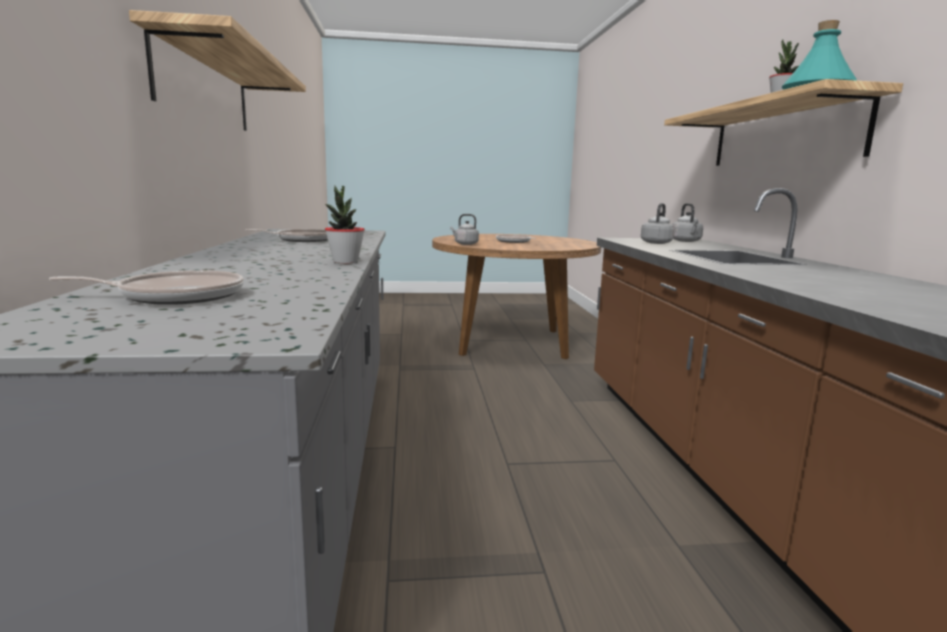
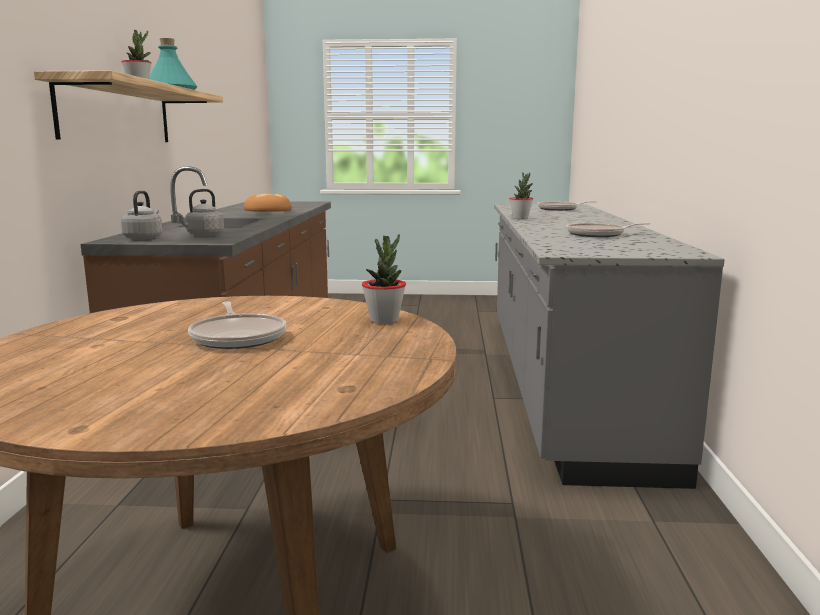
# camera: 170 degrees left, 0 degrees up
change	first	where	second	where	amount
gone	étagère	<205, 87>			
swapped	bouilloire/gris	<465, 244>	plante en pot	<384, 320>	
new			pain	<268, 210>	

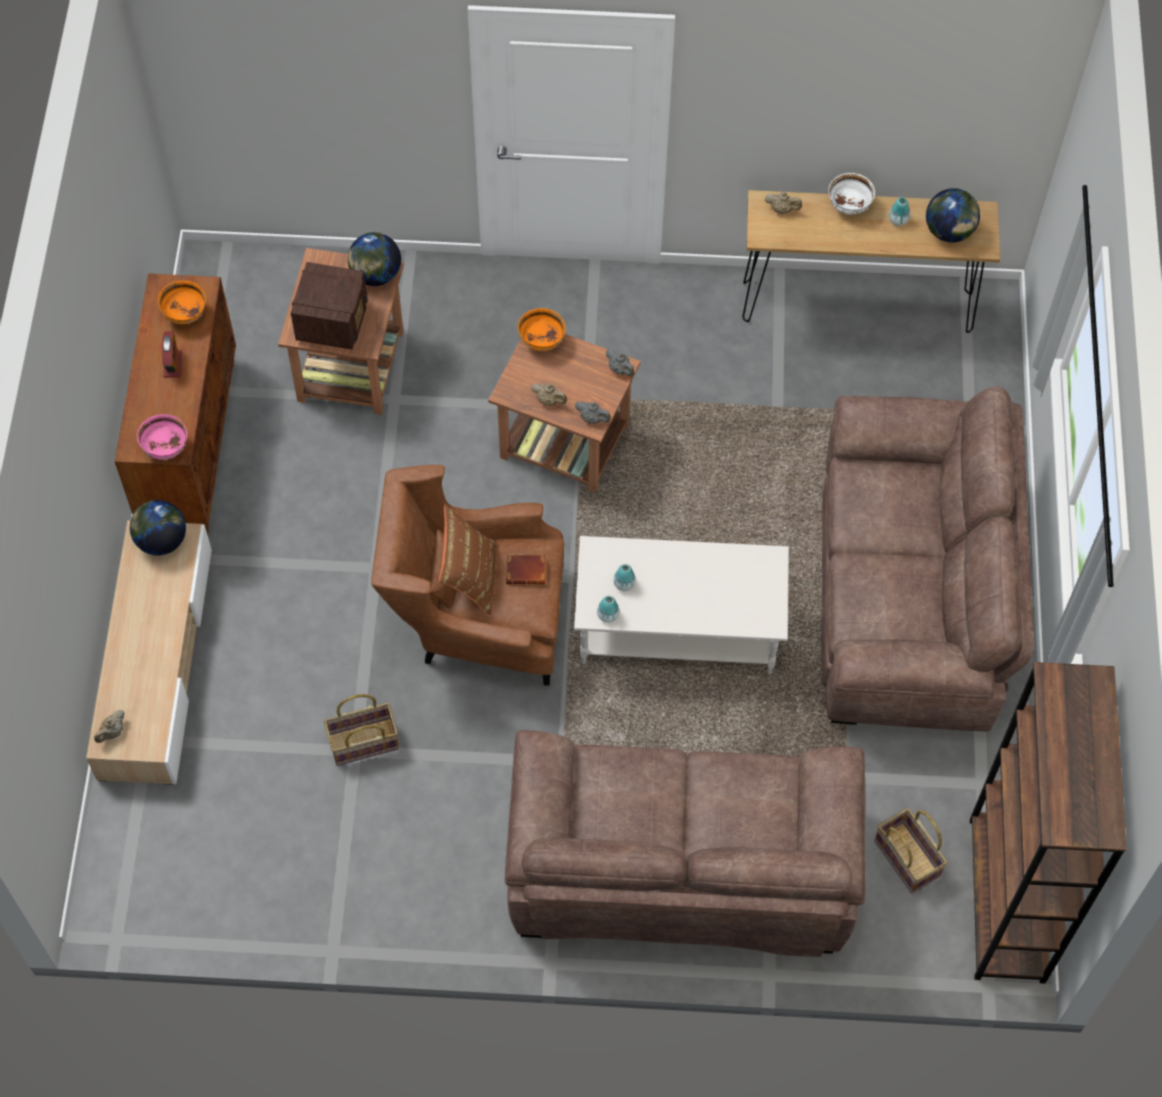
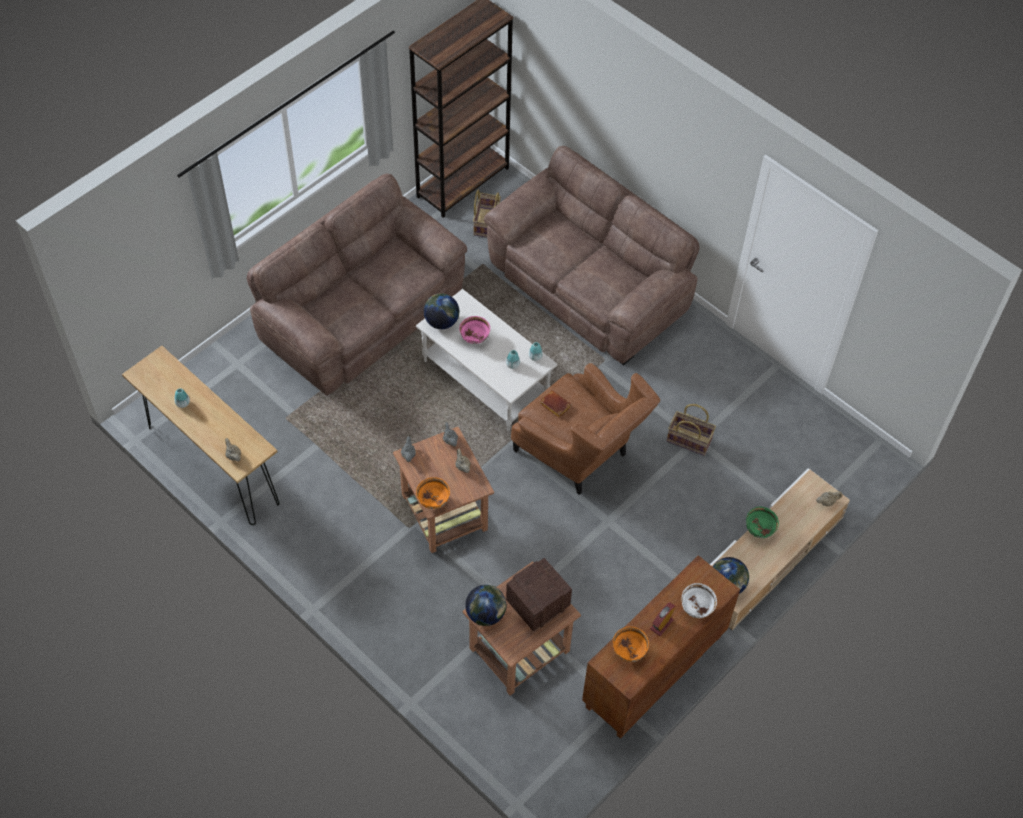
# camera: 140 degrees left, 5 degrees down
change	first	where	second	where	amount
shifted	bol/rose	<166, 449>		<474, 339>	
gone	coussin/marron	<470, 577>			
shifted	bol/blanc	<848, 207>		<696, 608>	
shifted	globe	<948, 232>		<441, 322>	
new			bol/vert	<759, 530>	

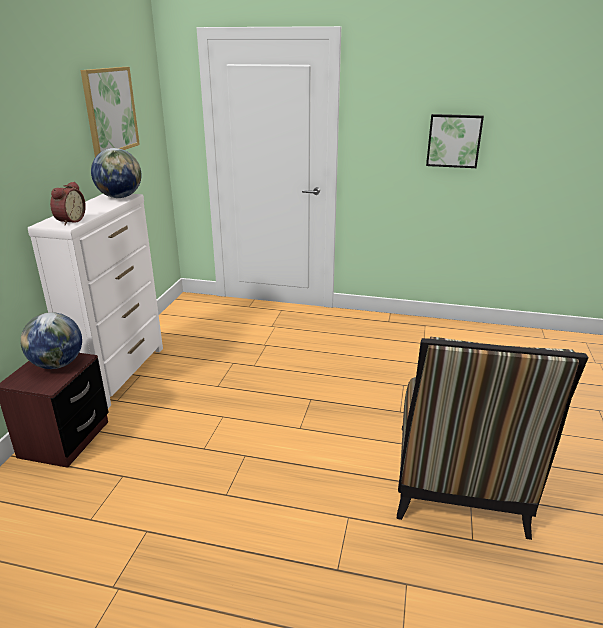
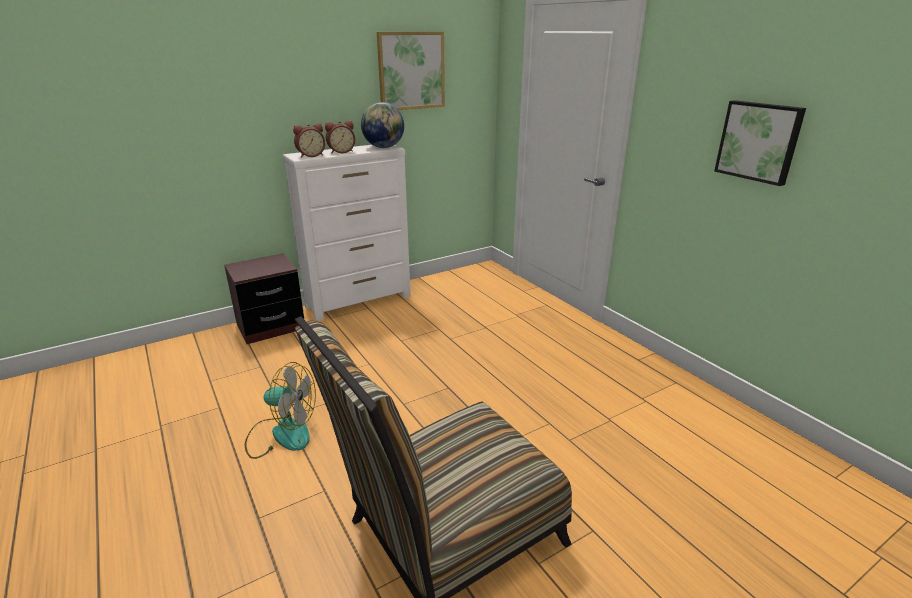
# camera: 45 degrees right, 0 degrees up
change	first	where	second	where	amount
gone	globe	<57, 365>			
new			ventilateur	<281, 434>	
new			réveil	<341, 152>	

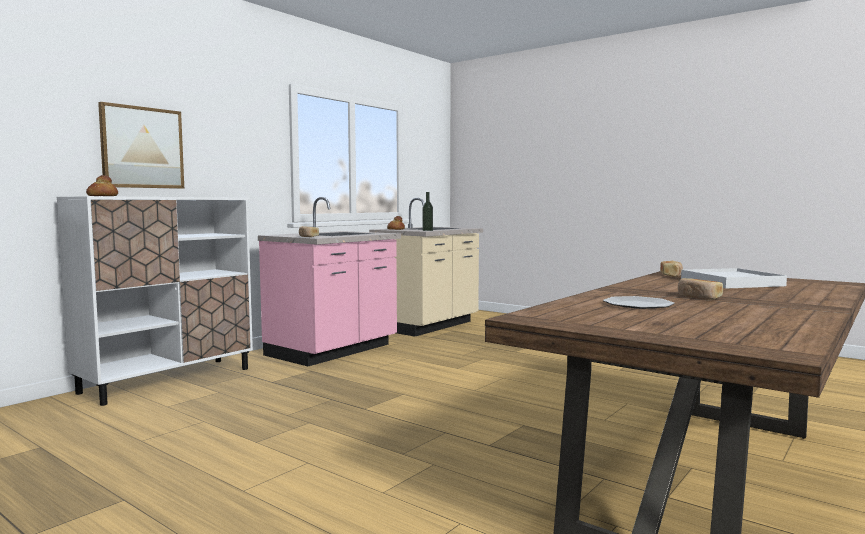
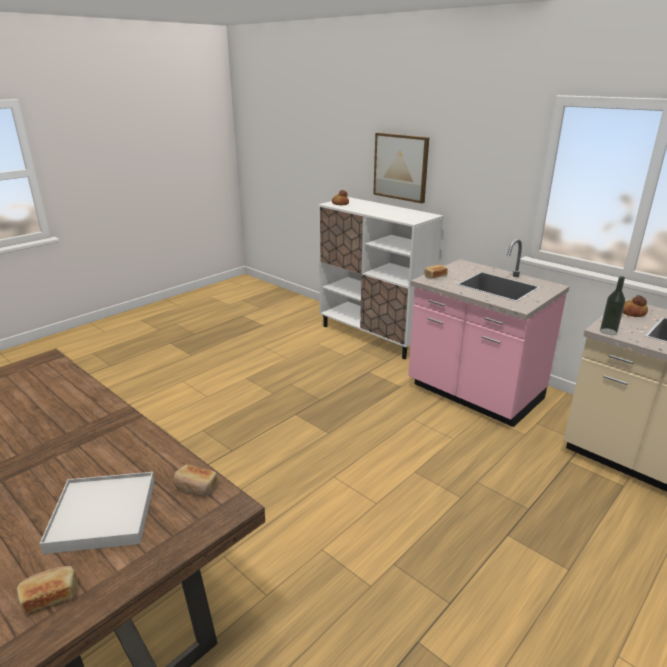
# camera: 95 degrees right, 20 degrees up
change	first	where	second	where	amount
gone	assiette	<638, 305>			
shifted	pain	<699, 297>		<50, 596>	

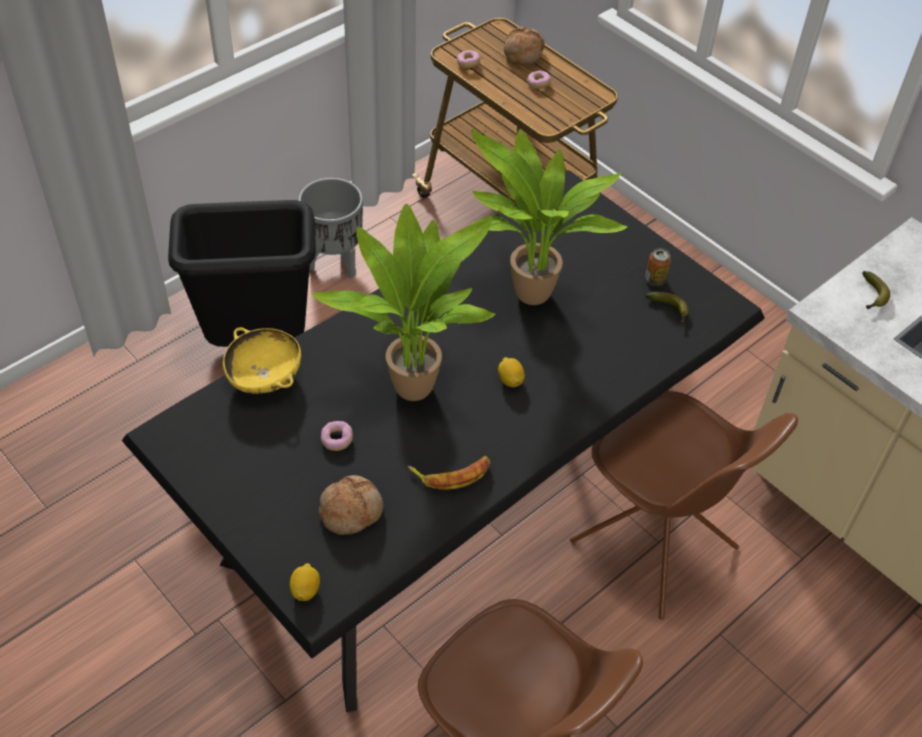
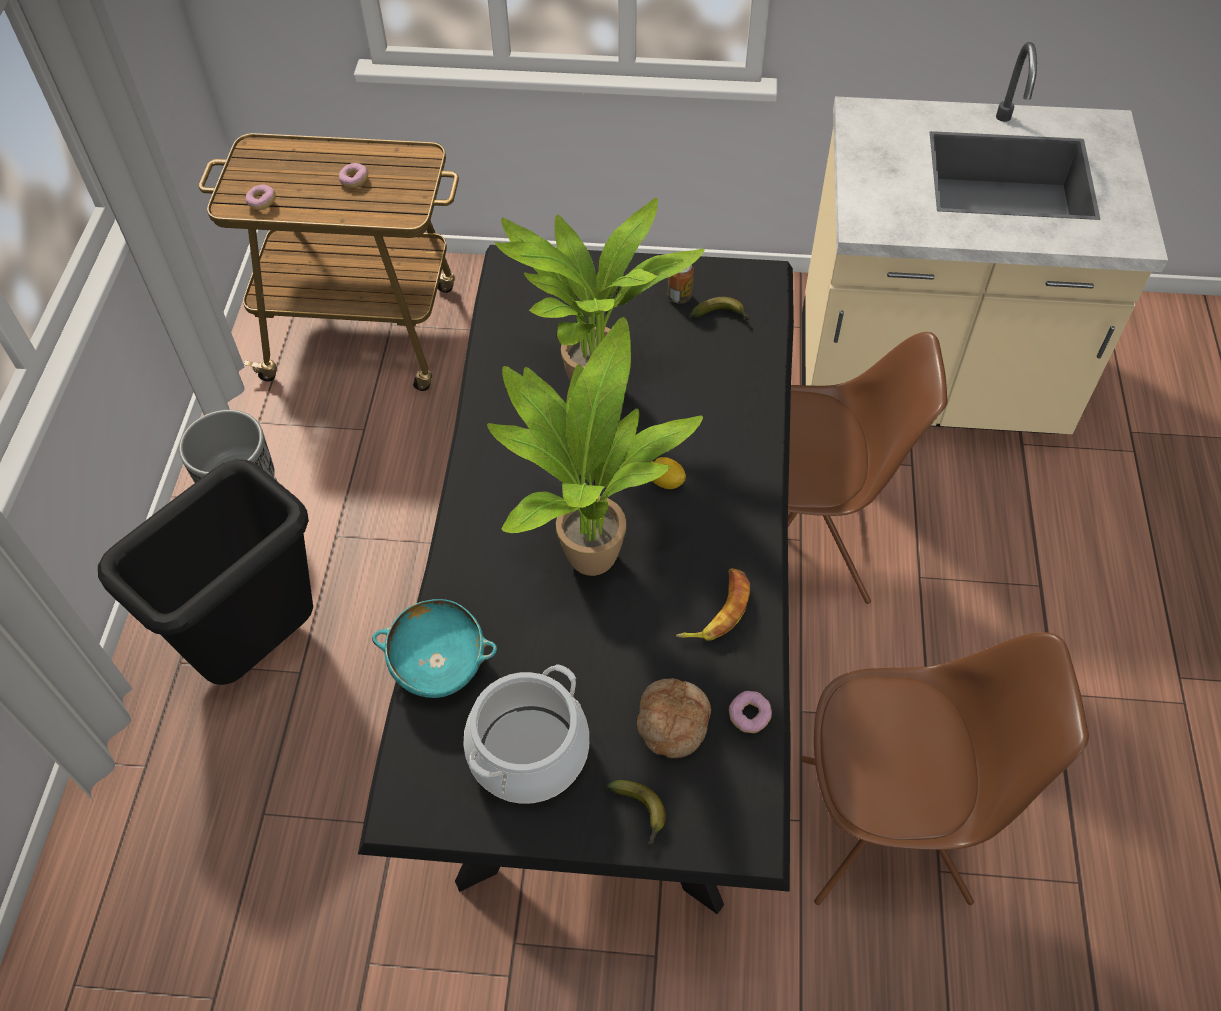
# camera: 40 degrees left, 5 degrees up
change	first	where	second	where	amount
repainted	bol/jaune	<264, 377>	bol/turquoise	<439, 664>	
gone	citron	<305, 590>			
shifted	beignet	<337, 440>		<749, 716>	
gone	pain	<522, 53>			
shifted	banane	<872, 296>		<640, 813>	
new			marmite	<529, 753>	

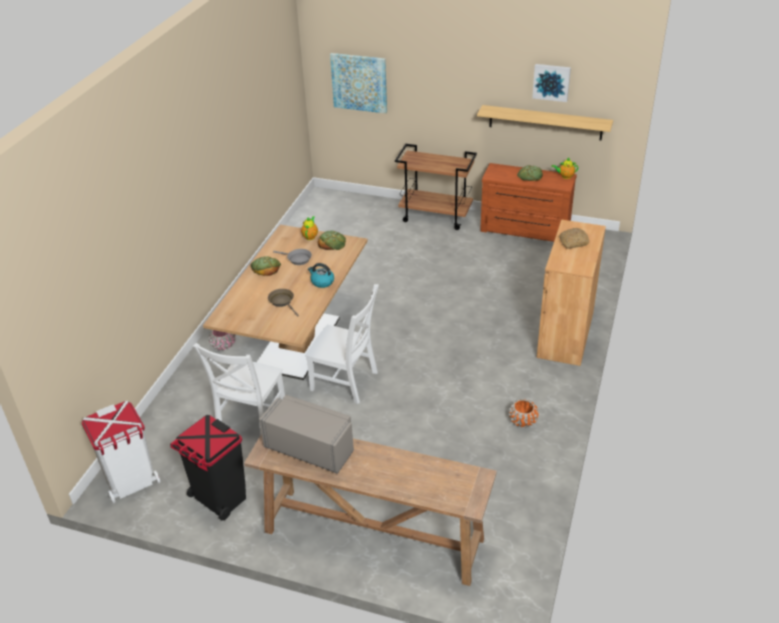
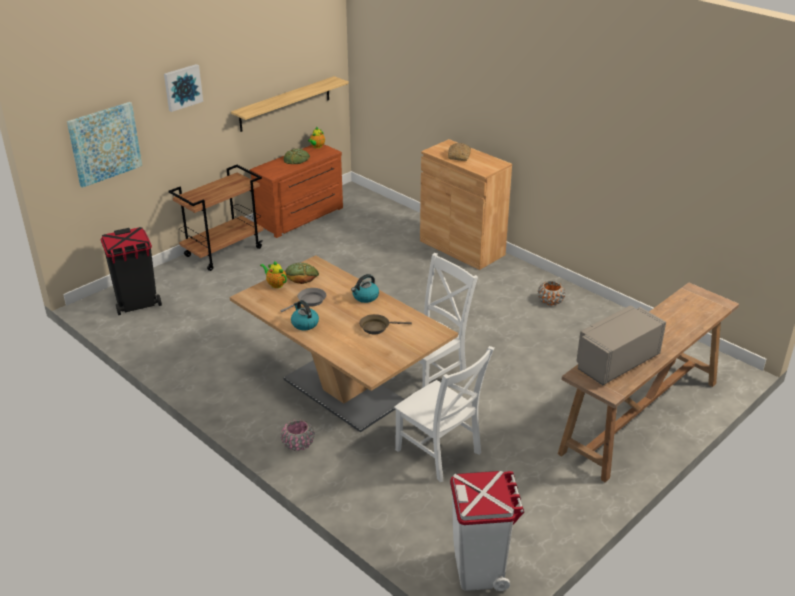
# camera: 65 degrees left, 5 degrees down
change	first	where	second	where	amount
shifted	poubelle/noir	<219, 498>		<137, 304>	
swapped	pain	<266, 267>	bouilloire	<304, 324>	
shifted	tableau	<551, 82>		<182, 87>	

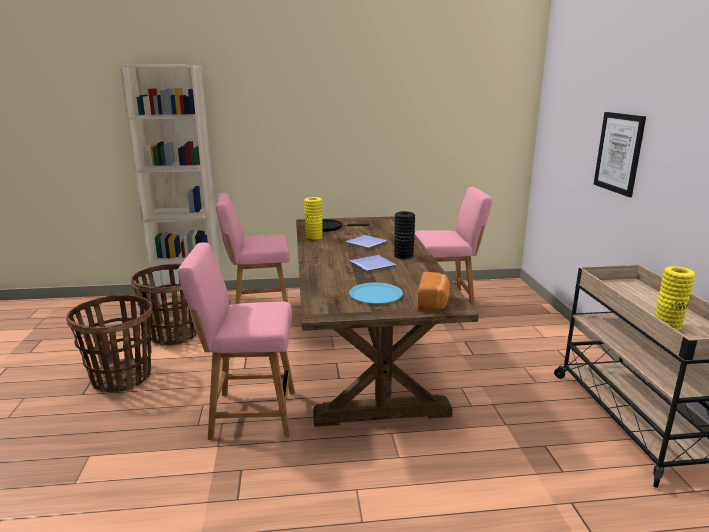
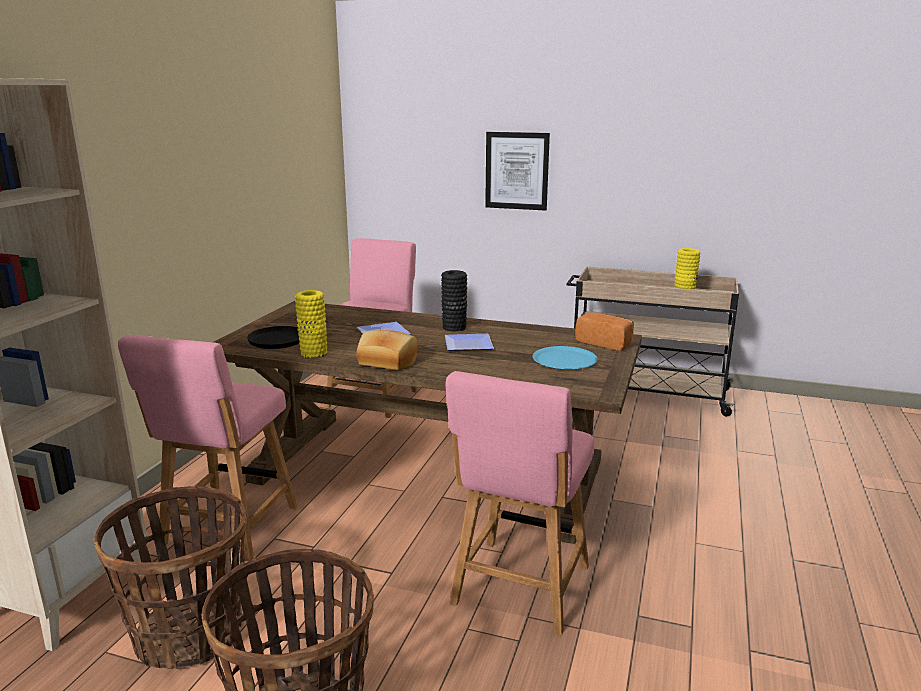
# camera: 65 degrees left, 0 degrees up
change	first	where	second	where	amount
new			pain	<387, 362>	

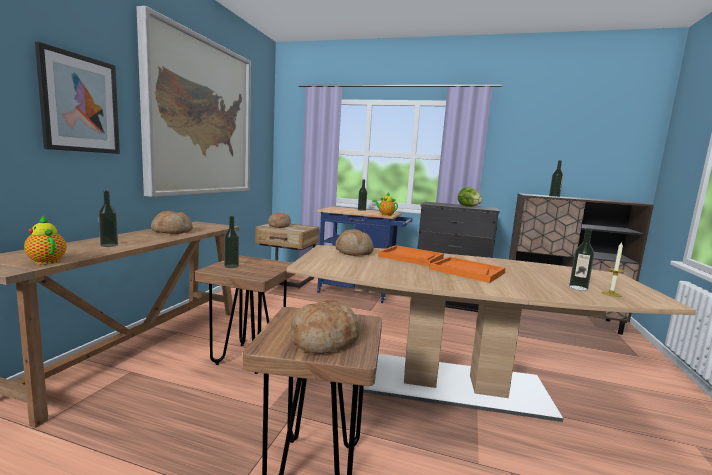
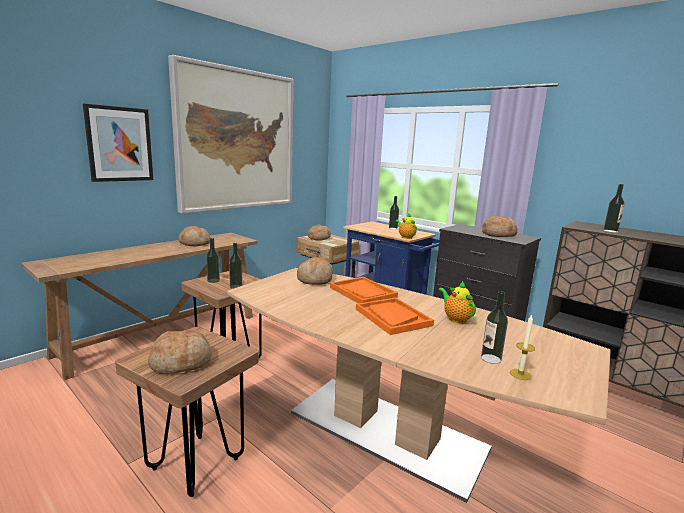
# camera: 25 degrees right, 5 degrees up
change	first	where	second	where	amount
shifted	théière	<46, 261>		<456, 319>	
shifted	bouteille	<109, 245>		<236, 286>	
swapped	laitue	<468, 206>	pain	<498, 234>	

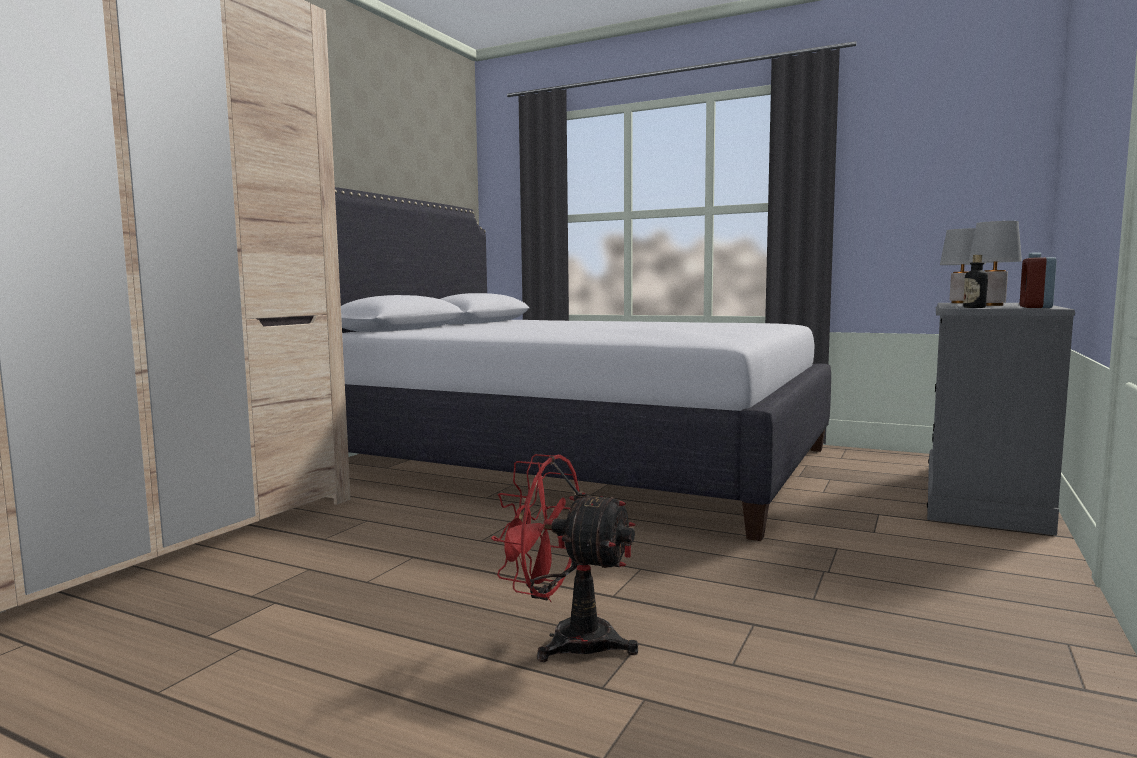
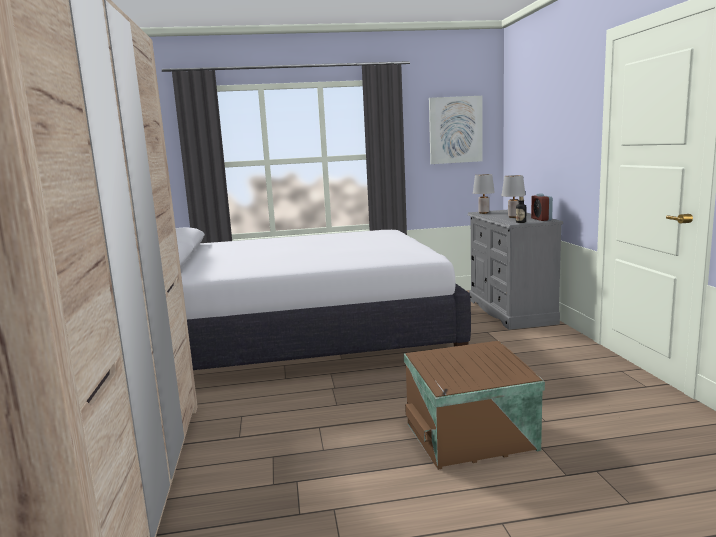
# camera: 35 degrees left, 5 degrees up
change	first	where	second	where	amount
swapped	ventilateur/rouge	<567, 640>	boîte de rangement/marron	<472, 437>	
new			tableau	<455, 130>	

